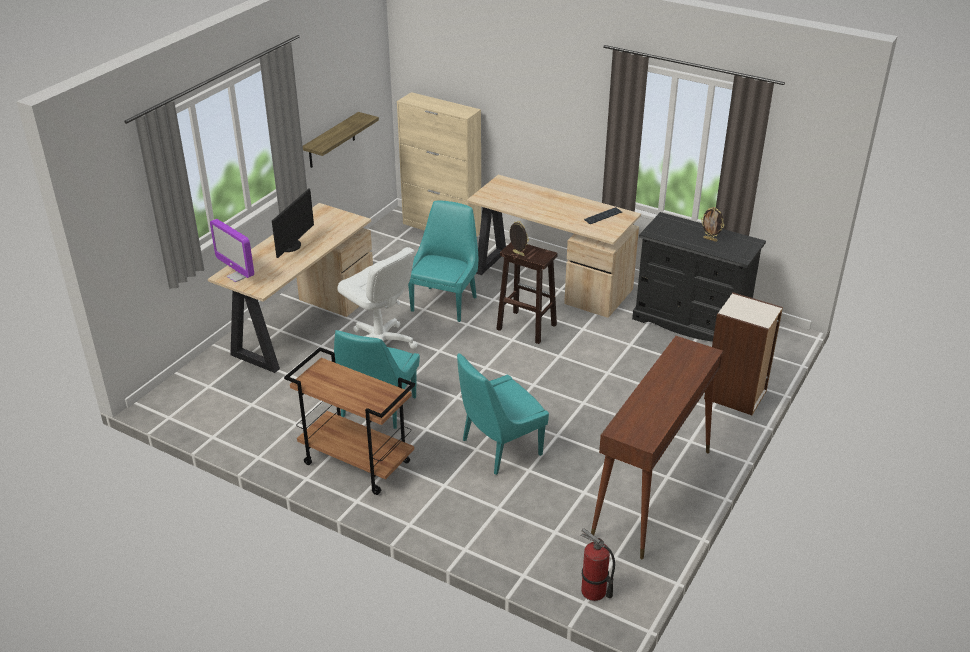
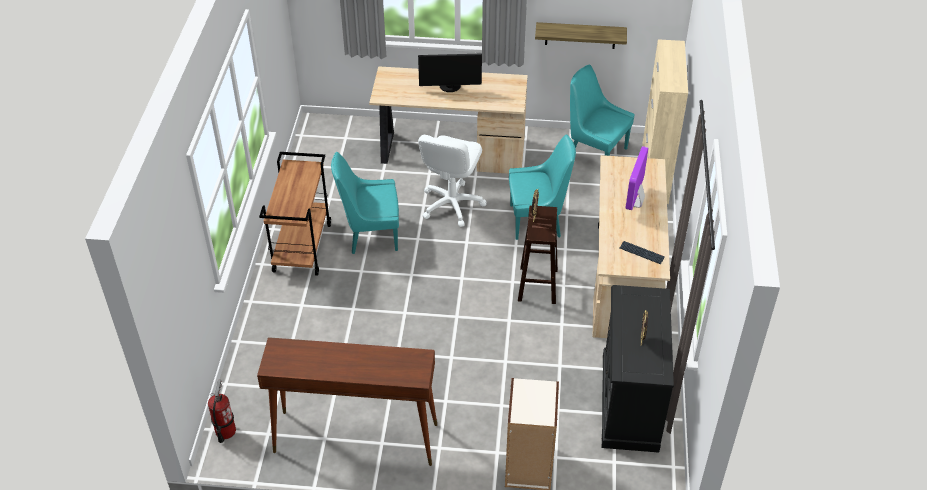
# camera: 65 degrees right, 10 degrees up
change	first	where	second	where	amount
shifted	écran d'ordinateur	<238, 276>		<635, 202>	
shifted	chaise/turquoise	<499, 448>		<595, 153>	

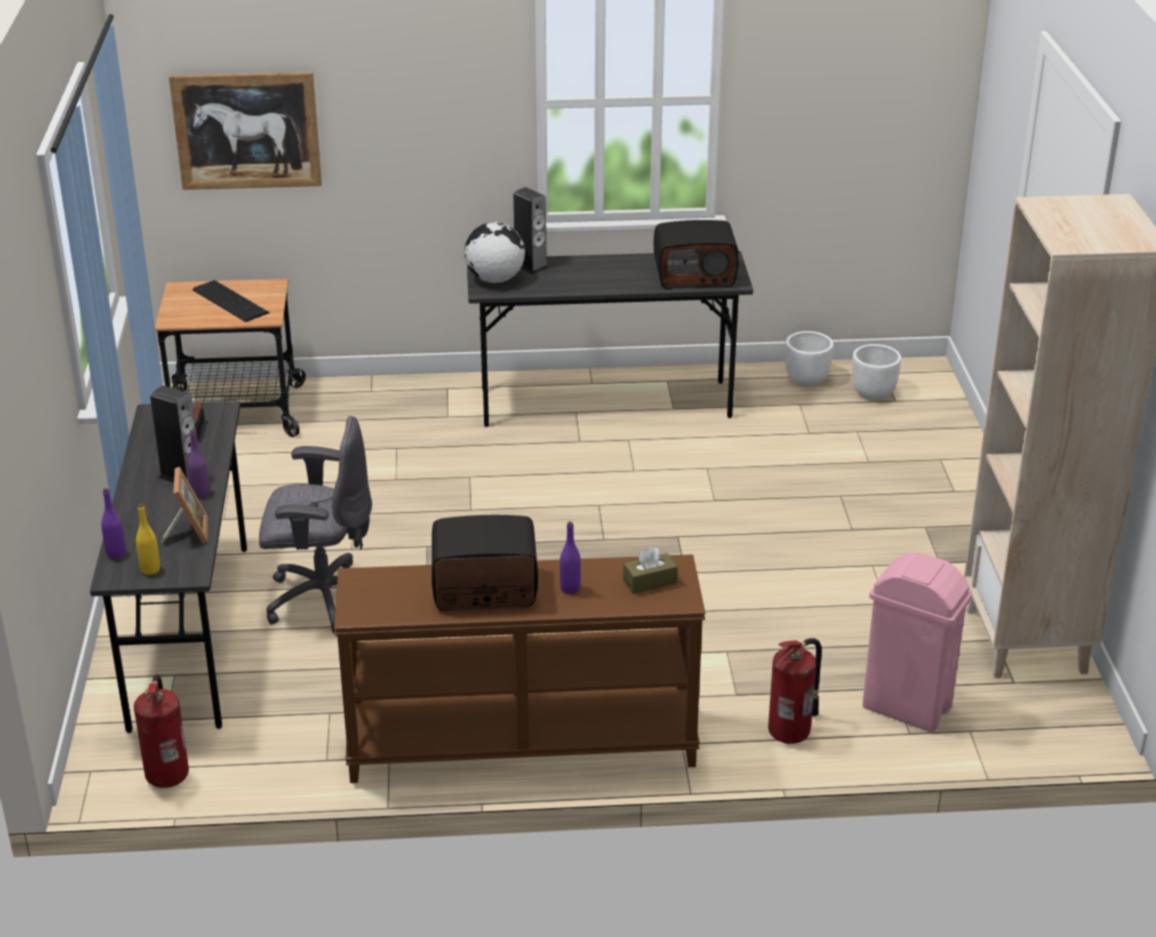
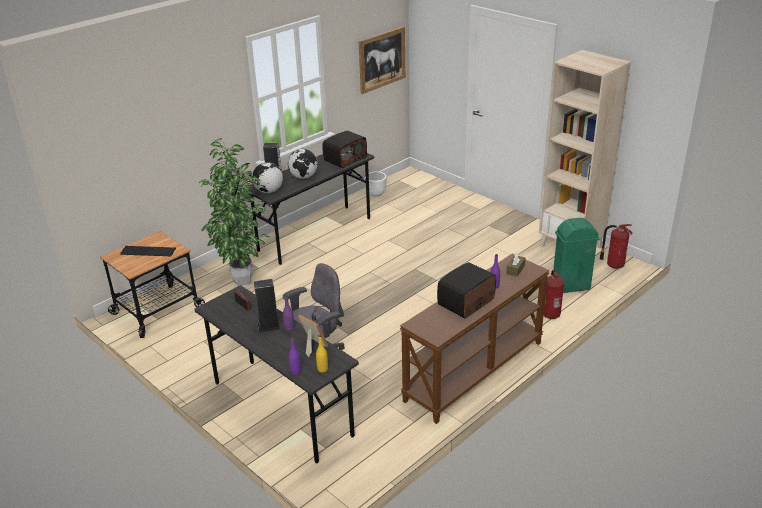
# camera: 40 degrees left, 0 degrees up
change	first	where	second	where	amount
shifted	extincteur	<168, 774>		<614, 264>	
shifted	tableau	<247, 130>		<382, 59>	
gone	cache-pot/blanc	<873, 393>			
repainted	poubelle/rose	<906, 707>	poubelle/vert	<570, 286>	
new			plante en pot	<243, 279>	
new			globe	<304, 177>	

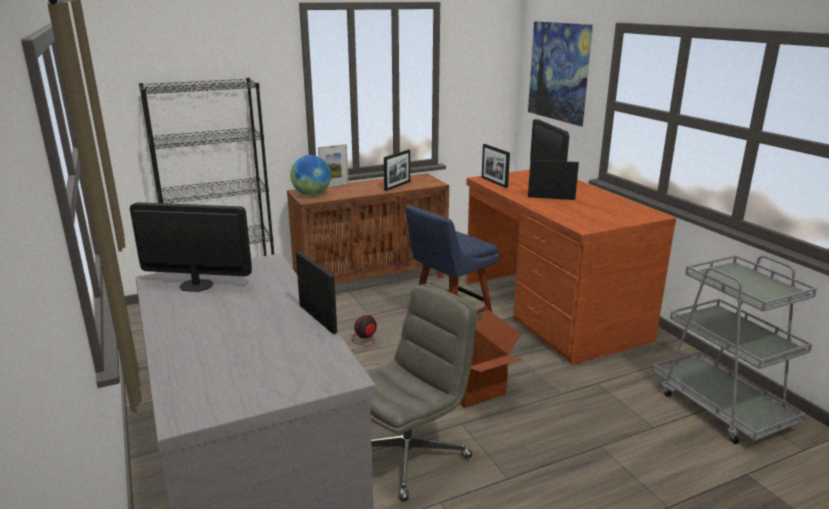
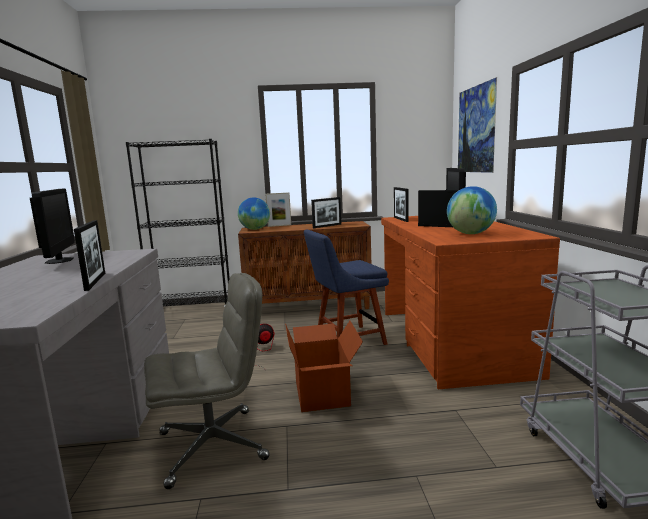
# camera: 20 degrees right, 10 degrees down
change	first	where	second	where	amount
rotated	écran d'ordinateur	<196, 285>		<59, 260>	45 degrees clockwise
new			globe	<471, 234>	

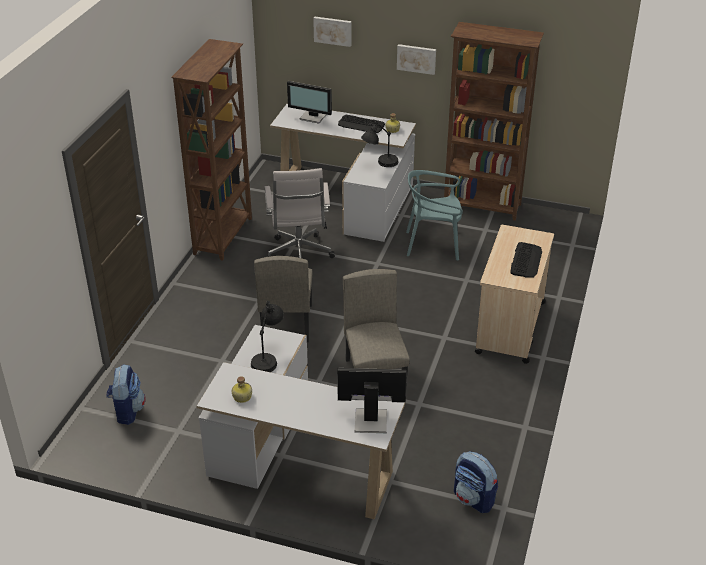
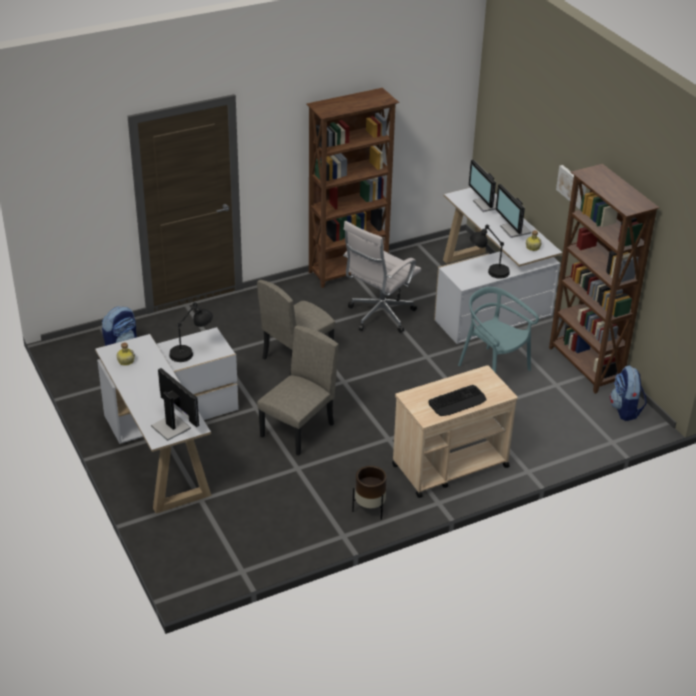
# camera: 45 degrees right, 0 degrees up
change	first	where	second	where	amount
gone	tableau	<333, 30>			
swapped	clavier	<361, 125>	écran d'ordinateur	<514, 230>	
shifted	sac à dos	<474, 499>		<625, 410>	
new			cache-pot/marron	<369, 509>	

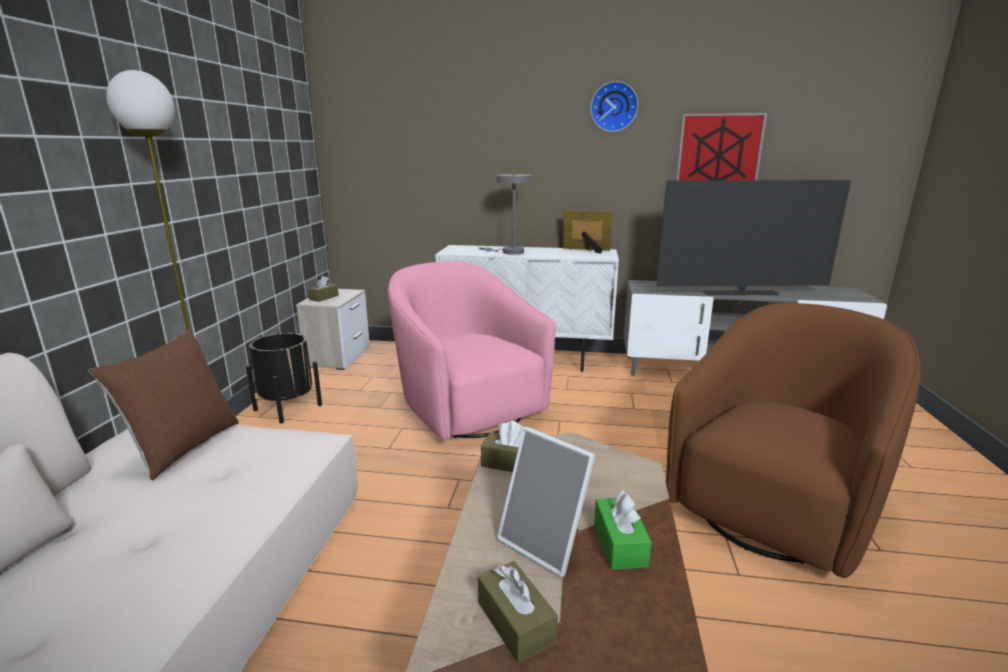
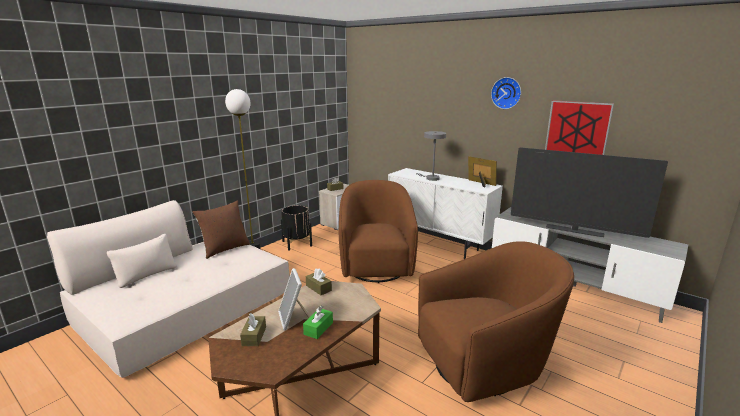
# camera: 30 degrees right, 0 degrees up
change	first	where	second	where	amount
repainted	fauteuil/rose	<467, 408>	fauteuil/marron	<376, 265>	

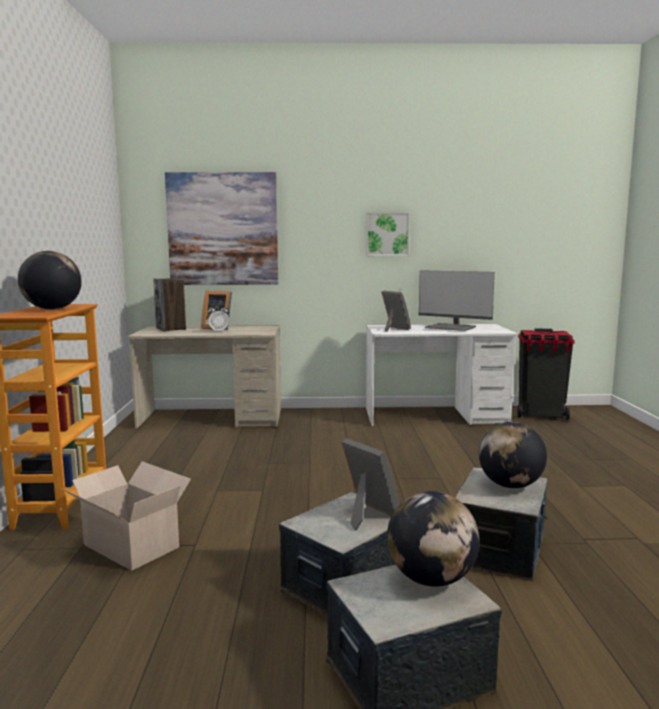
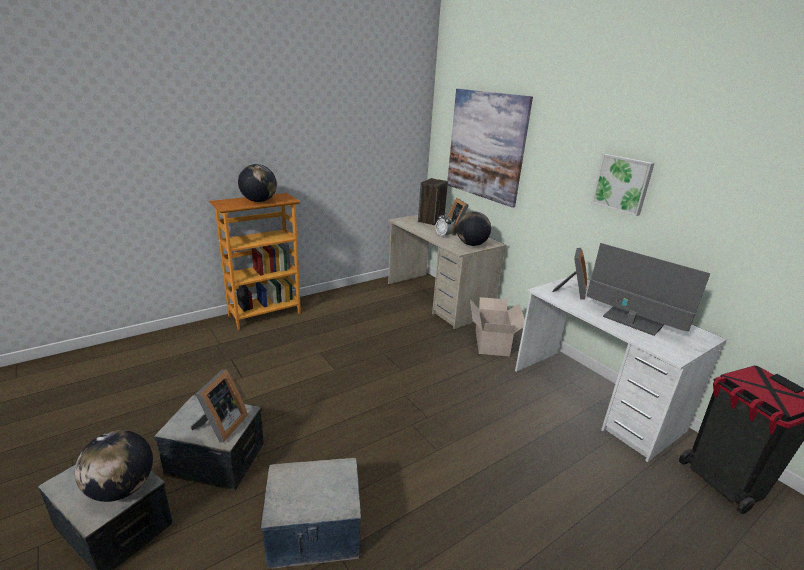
# camera: 55 degrees right, 15 degrees up
change	first	where	second	where	amount
shifted	carton	<130, 545>		<492, 342>	
rotated	écran d'ordinateur	<451, 328>		<635, 318>	135 degrees clockwise
shifted	globe	<510, 485>		<471, 244>	

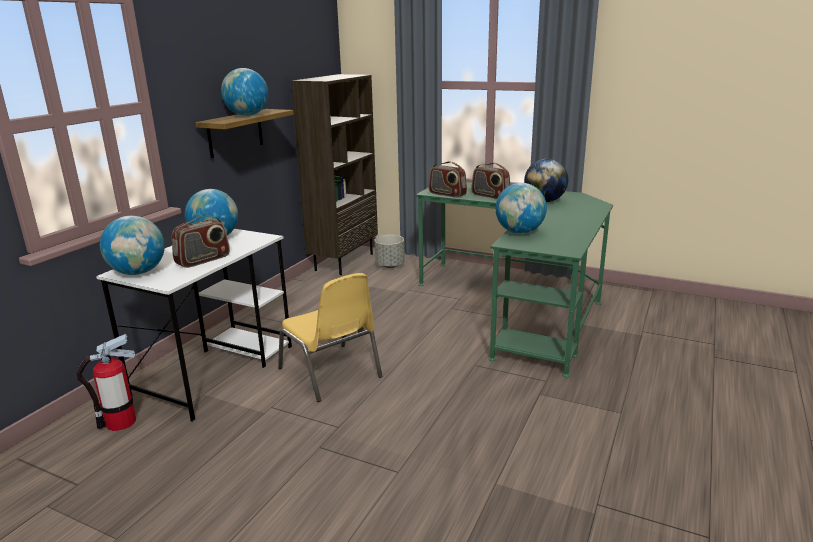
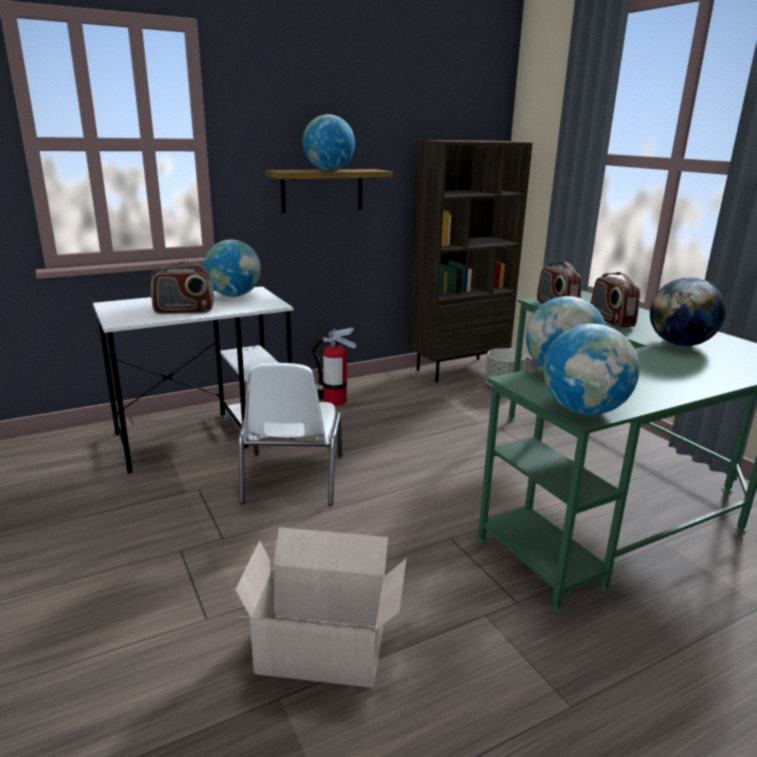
# camera: 35 degrees right, 0 degrees up
change	first	where	second	where	amount
shifted	extincteur	<120, 422>		<334, 400>	
shifted	globe	<138, 272>		<584, 410>	
repainted	chaise/jaune	<331, 373>	chaise/blanc	<292, 479>	
new			carton	<325, 650>	

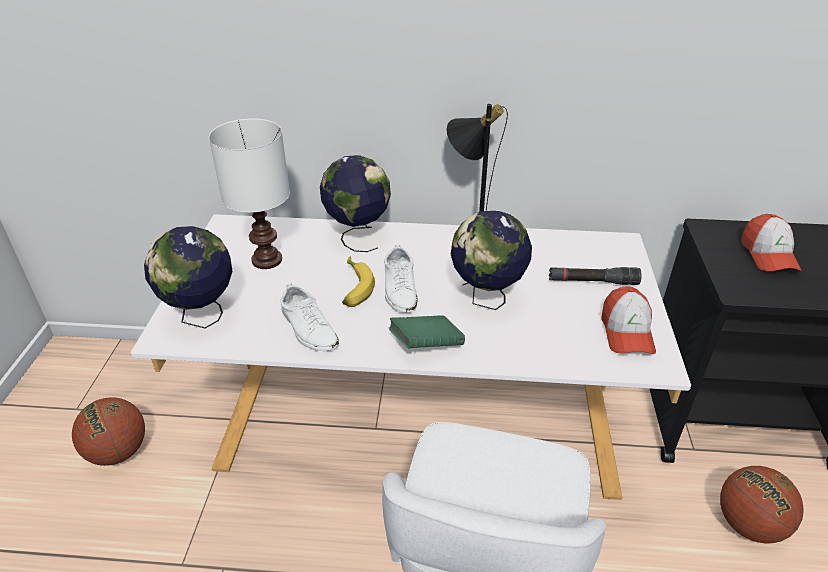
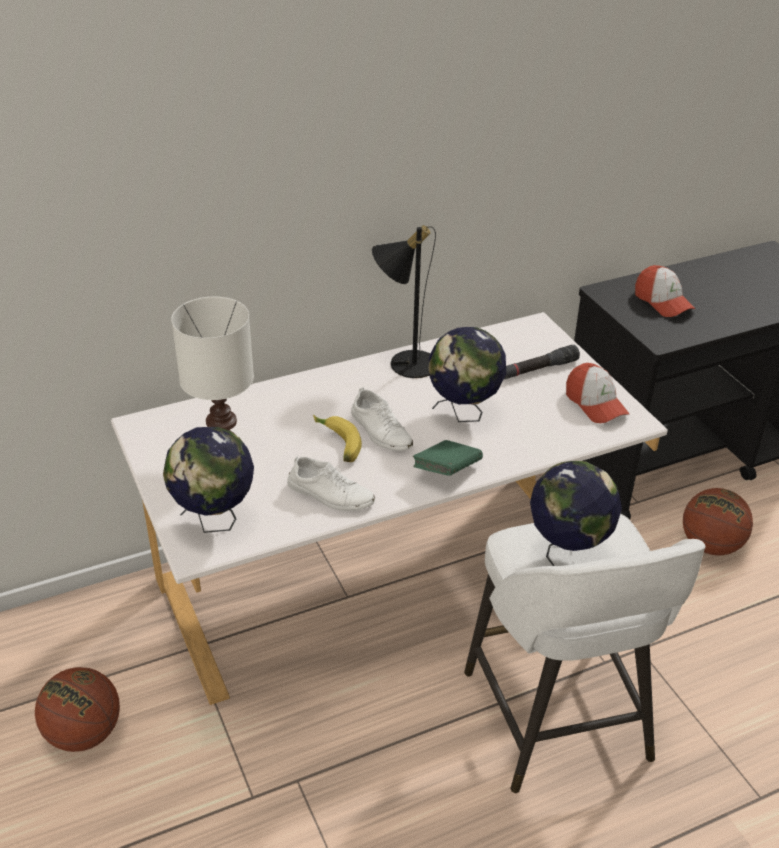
# camera: 30 degrees left, 0 degrees up
change	first	where	second	where	amount
shifted	globe	<358, 236>		<567, 554>	

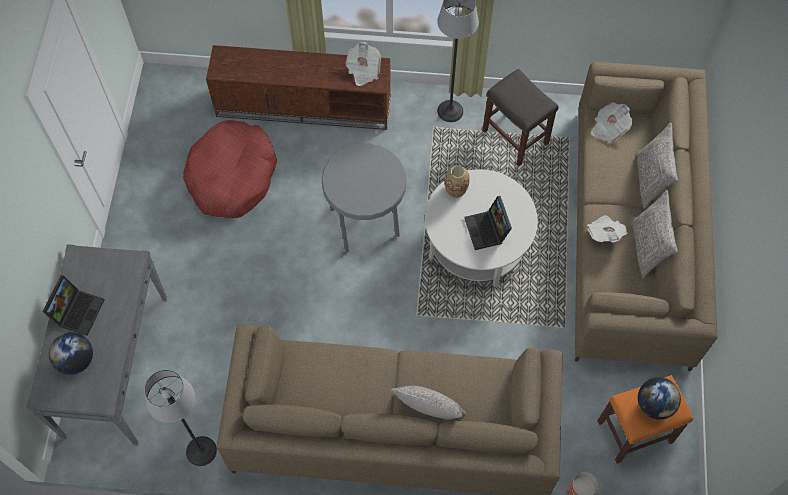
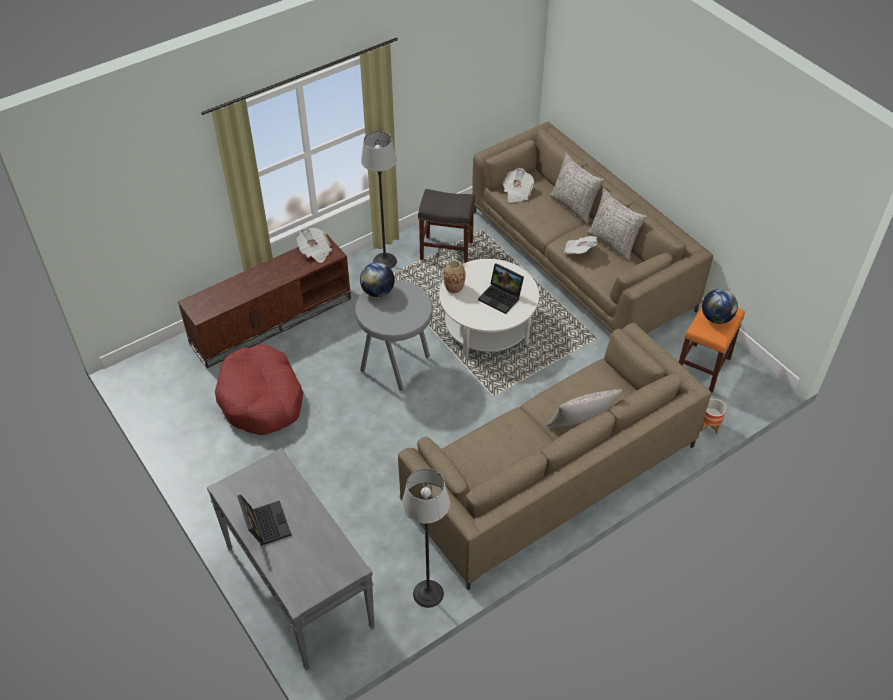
# camera: 40 degrees left, 15 degrees down
change	first	where	second	where	amount
shifted	globe	<76, 361>		<378, 292>	

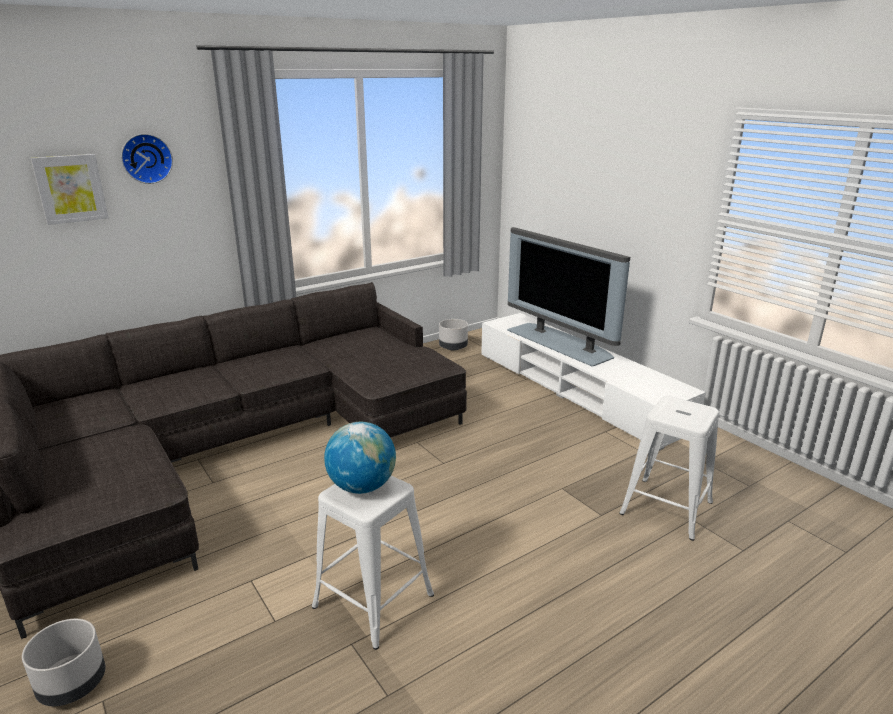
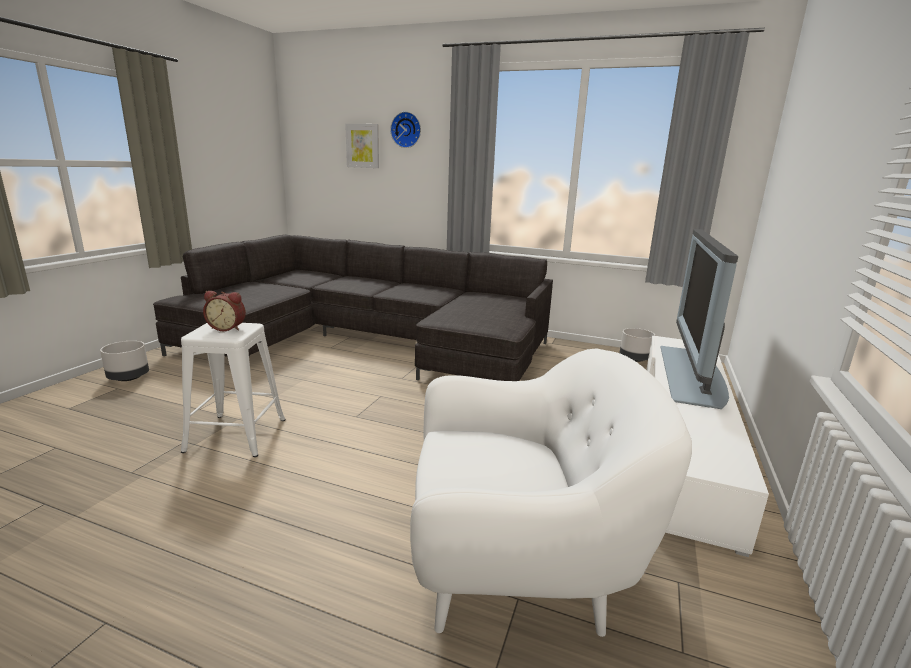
# camera: 55 degrees right, 5 degrees down
change	first	where	second	where	amount
swapped	globe	<362, 487>	réveil	<228, 328>	
swapped	tabouret/blanc	<666, 508>	fauteuil/blanc	<519, 567>	

